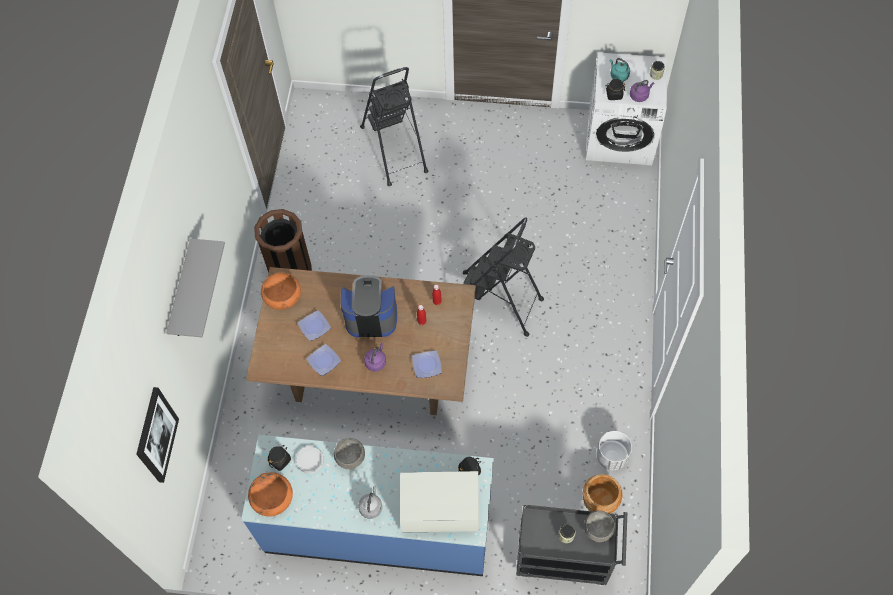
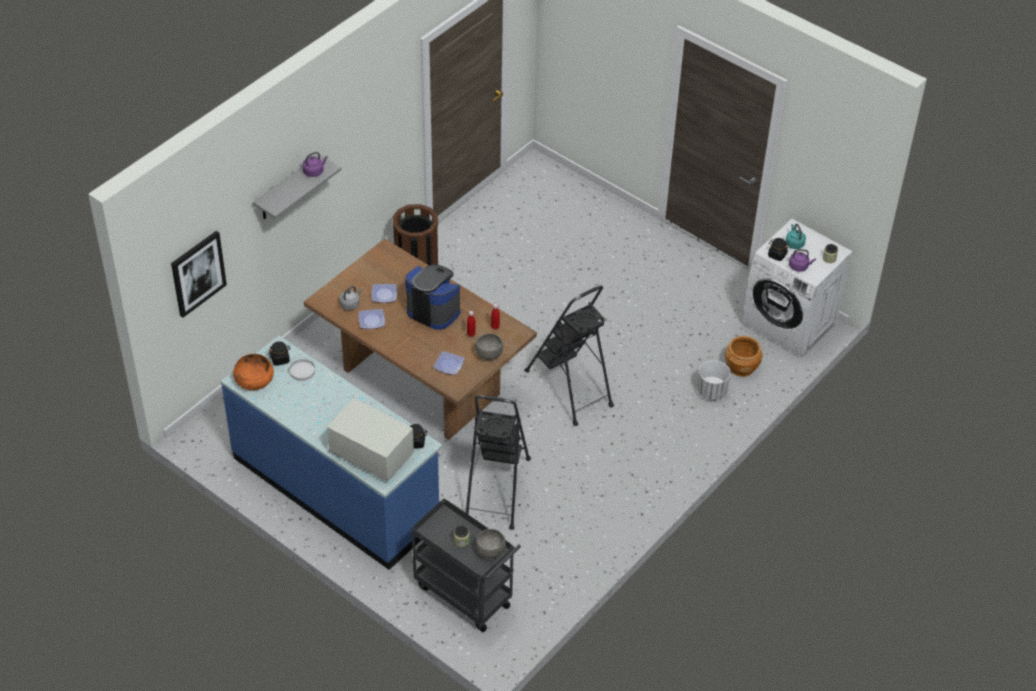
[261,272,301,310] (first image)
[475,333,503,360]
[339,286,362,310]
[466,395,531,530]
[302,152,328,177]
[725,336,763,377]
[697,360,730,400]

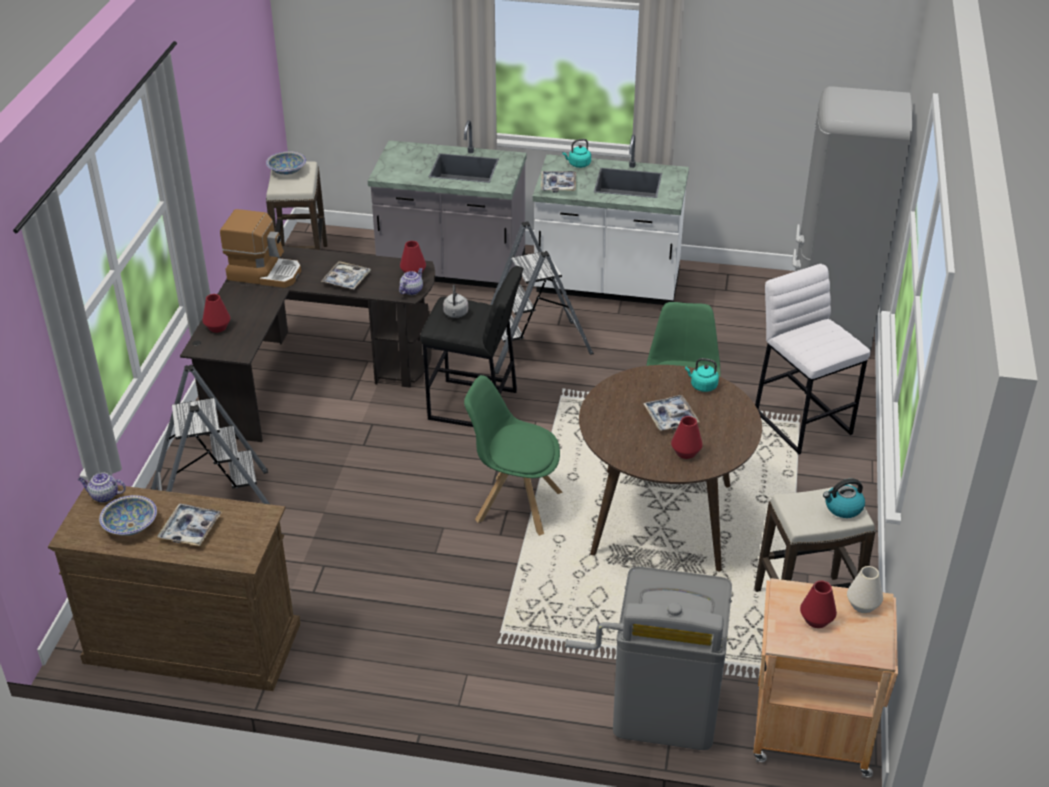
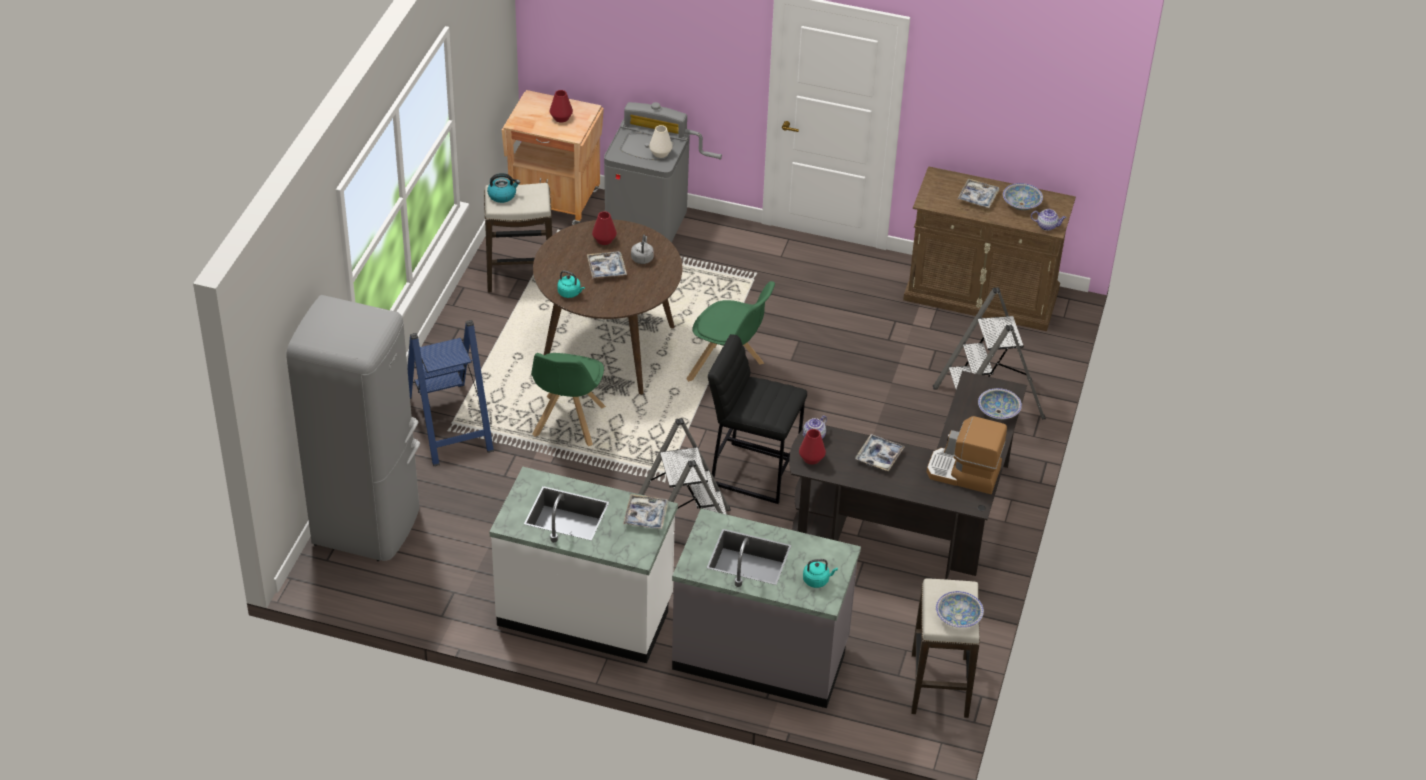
[631,235,654,264]
[803,559,838,588]
[649,125,673,158]
[978,388,1022,420]
[407,320,494,466]

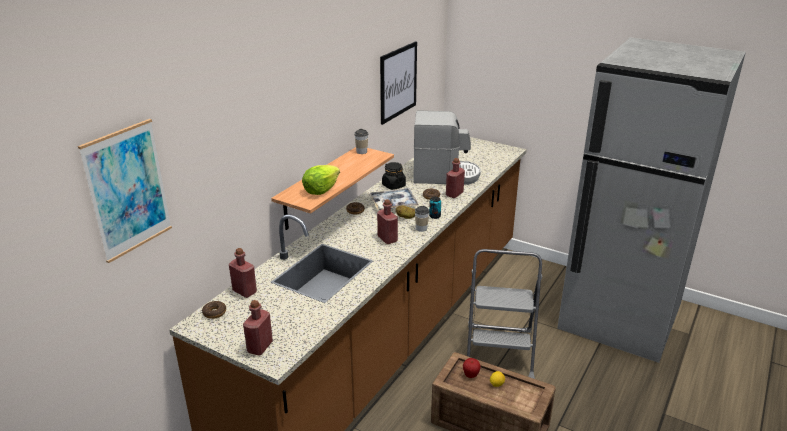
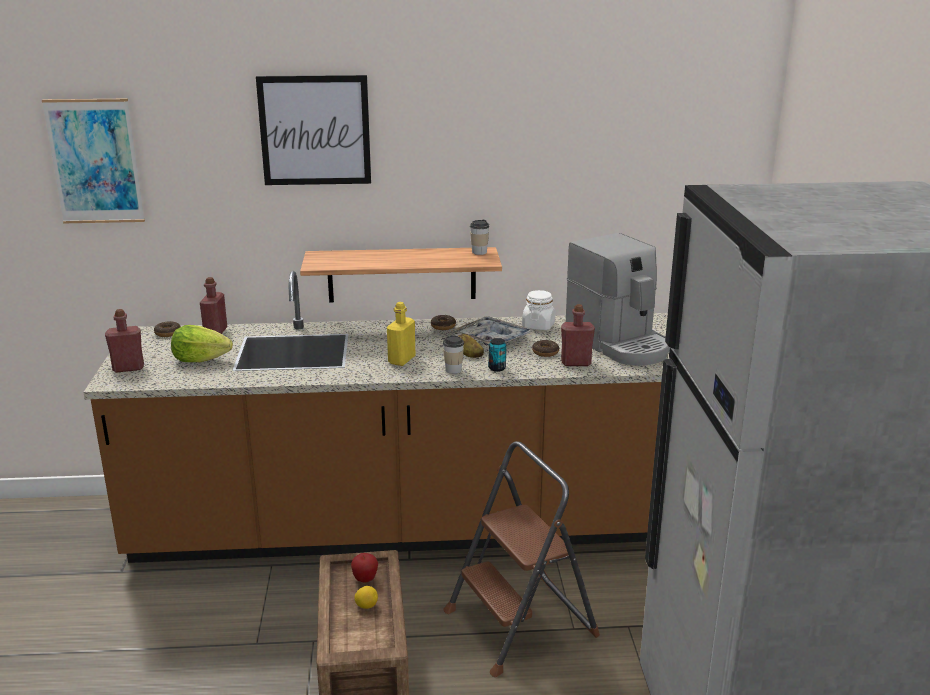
[171,325,233,362]
[256,75,371,185]
[387,302,416,366]
[522,290,555,330]
[443,441,600,677]

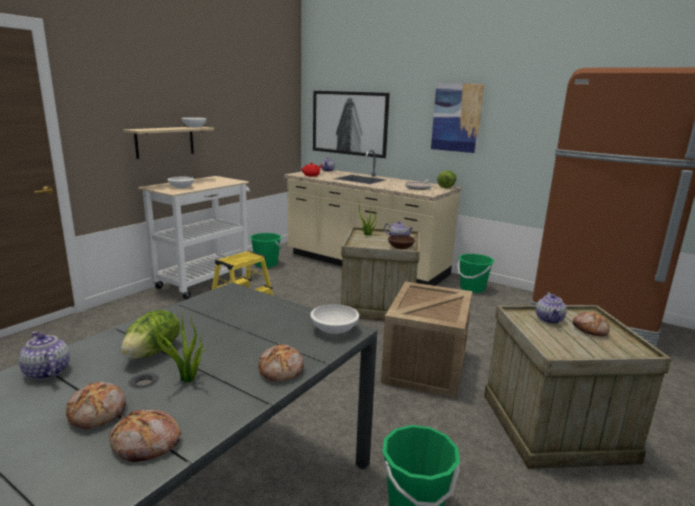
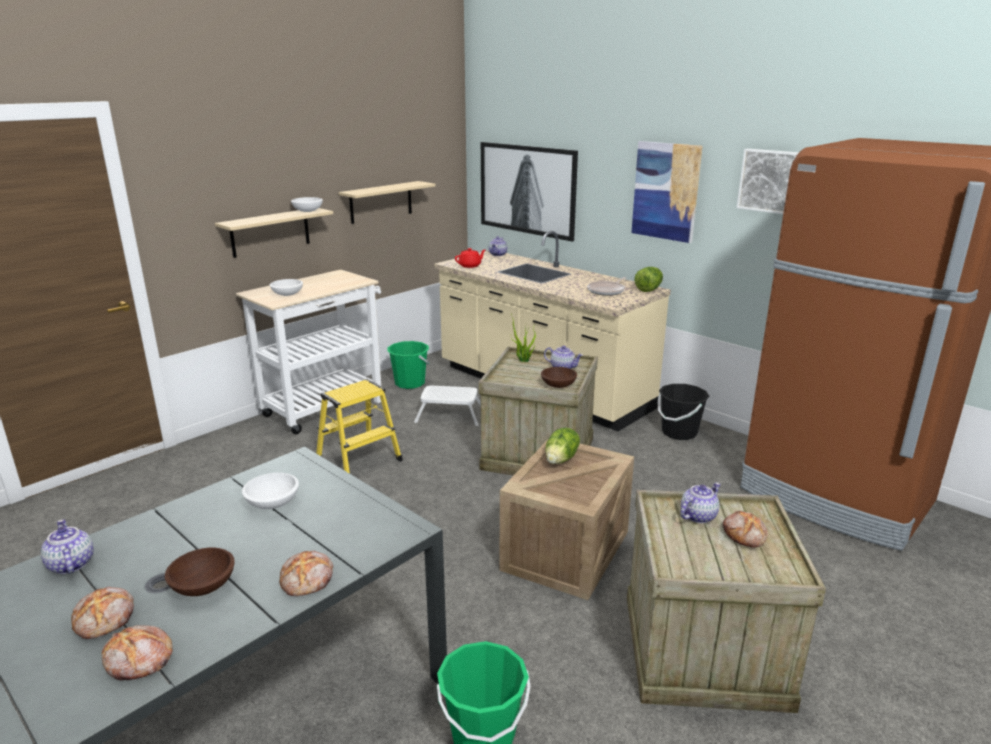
[339,181,436,224]
[414,386,481,426]
[737,149,799,214]
[545,427,580,464]
[242,473,299,509]
[165,548,235,596]
[658,384,709,440]
[680,482,720,523]

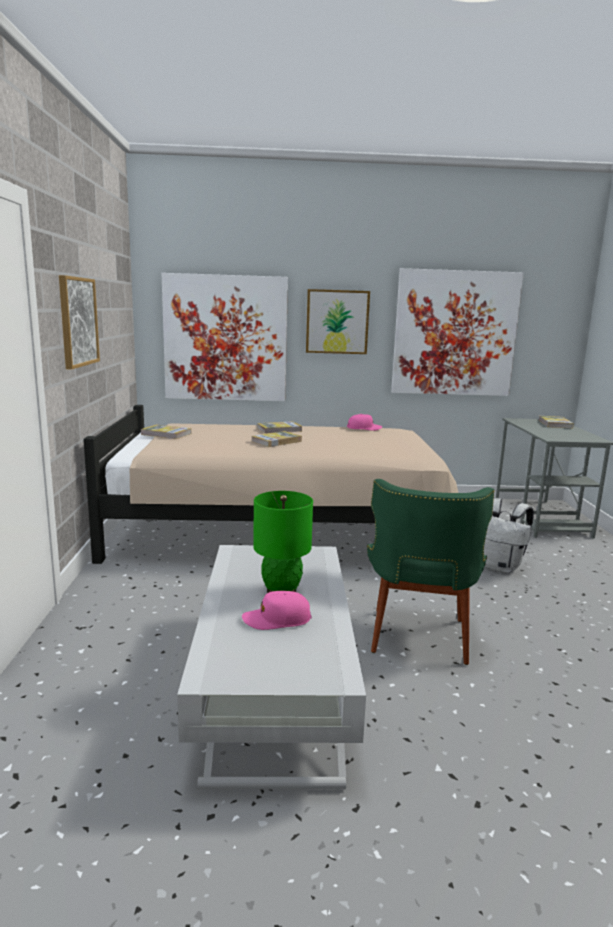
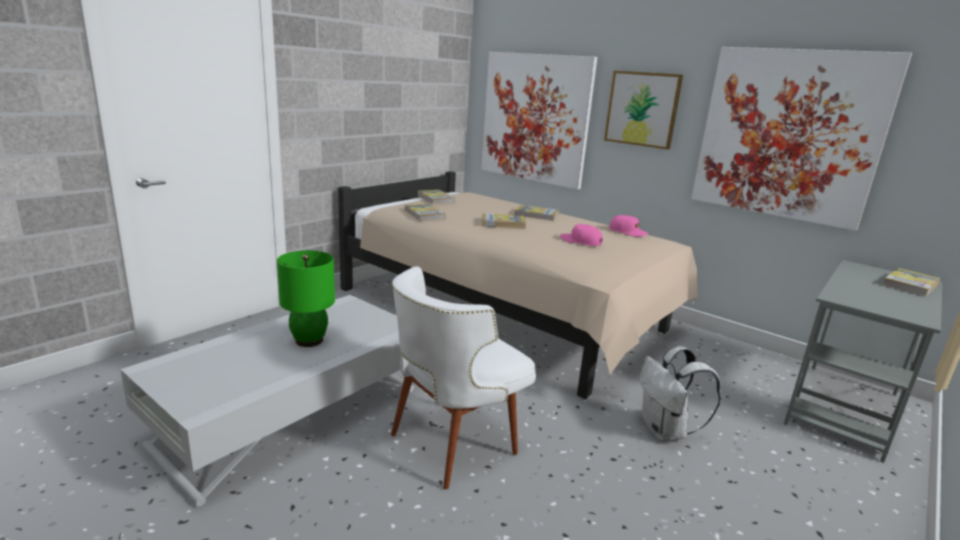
[59,275,100,369] (first image)
[405,204,445,221]
[560,224,602,246]
[391,266,536,490]

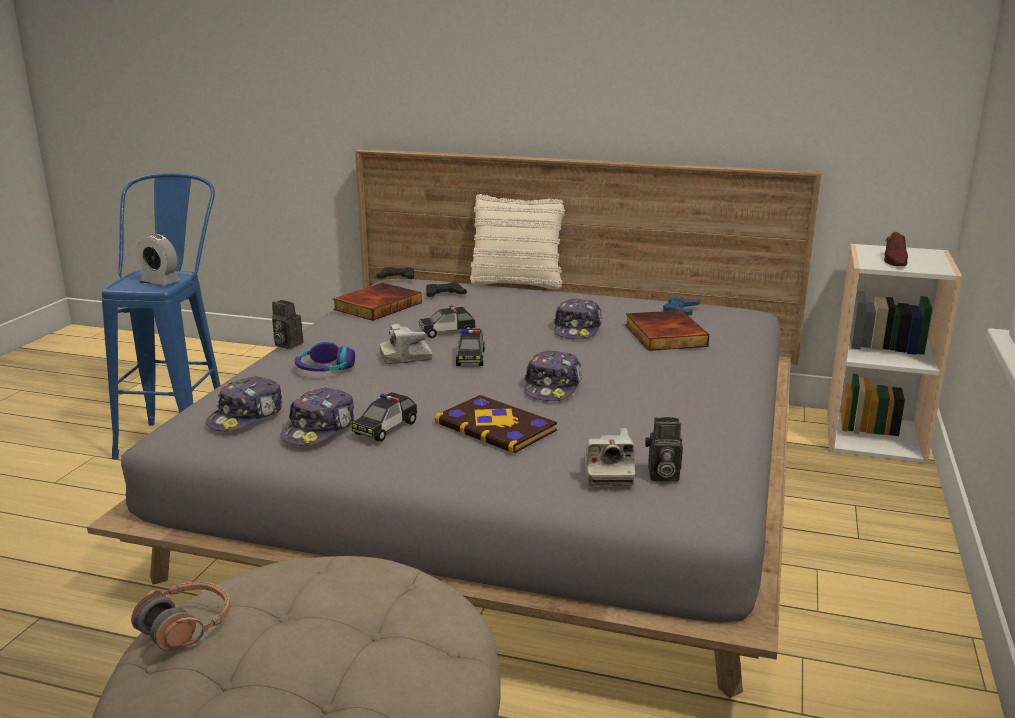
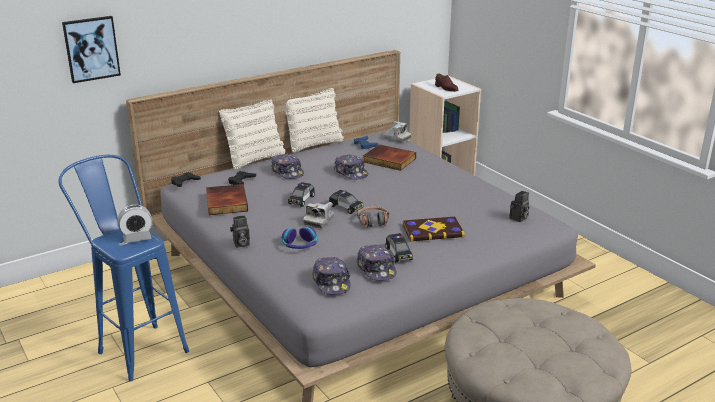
[62,16,121,83]
[285,88,344,153]
[357,206,389,227]
[271,154,304,179]
[384,121,411,143]

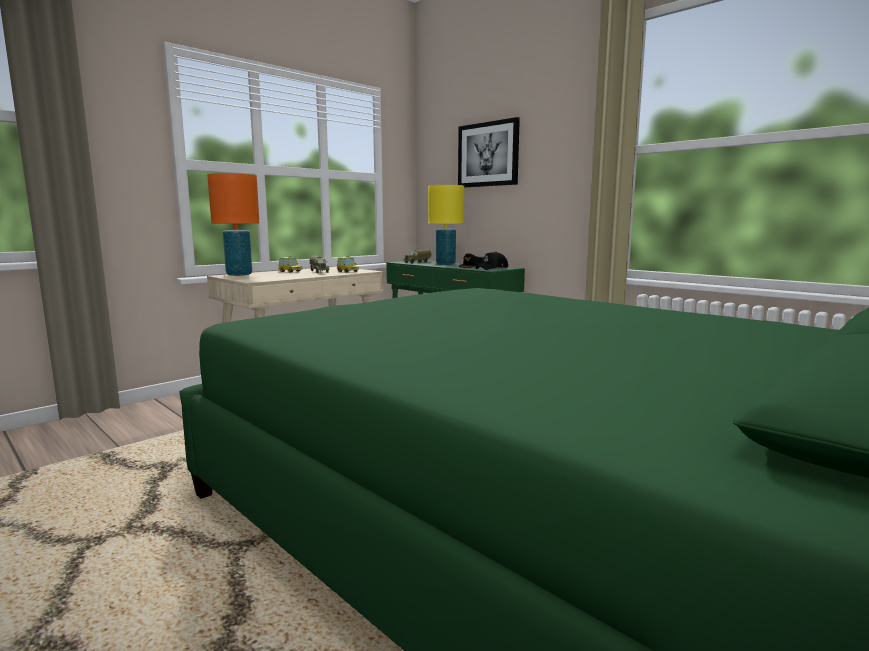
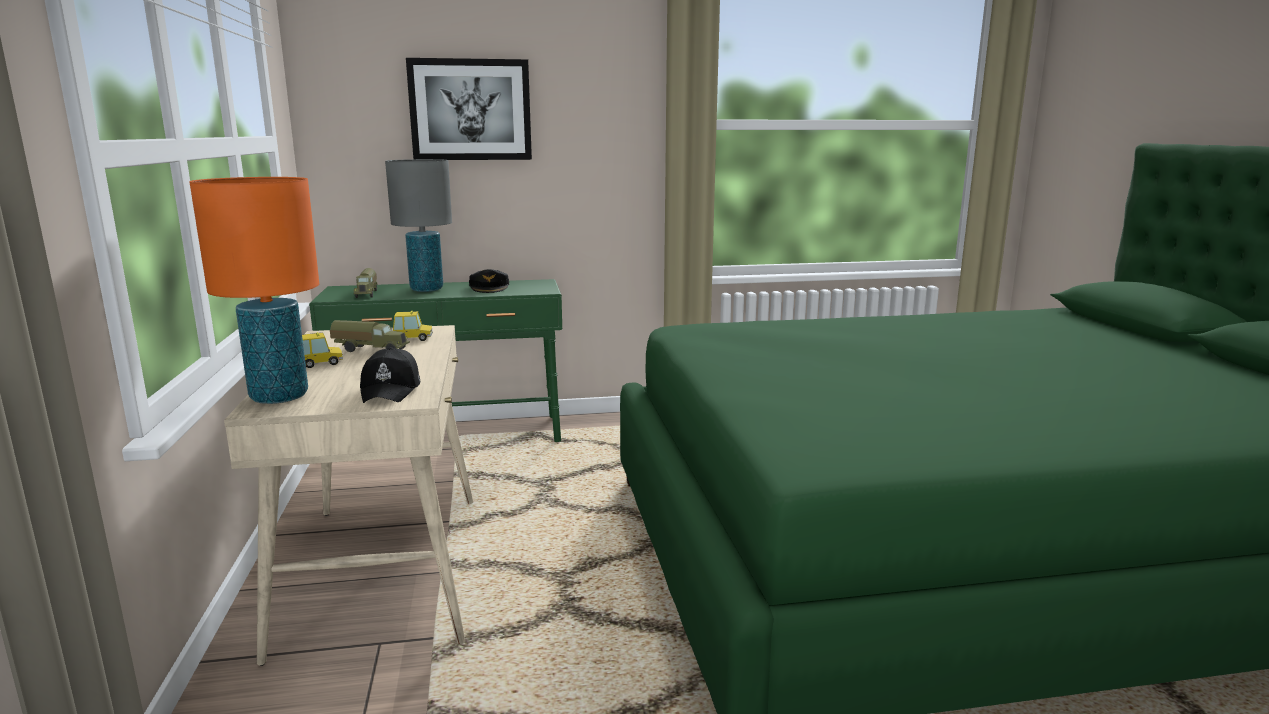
[360,347,420,403]
[385,159,452,292]

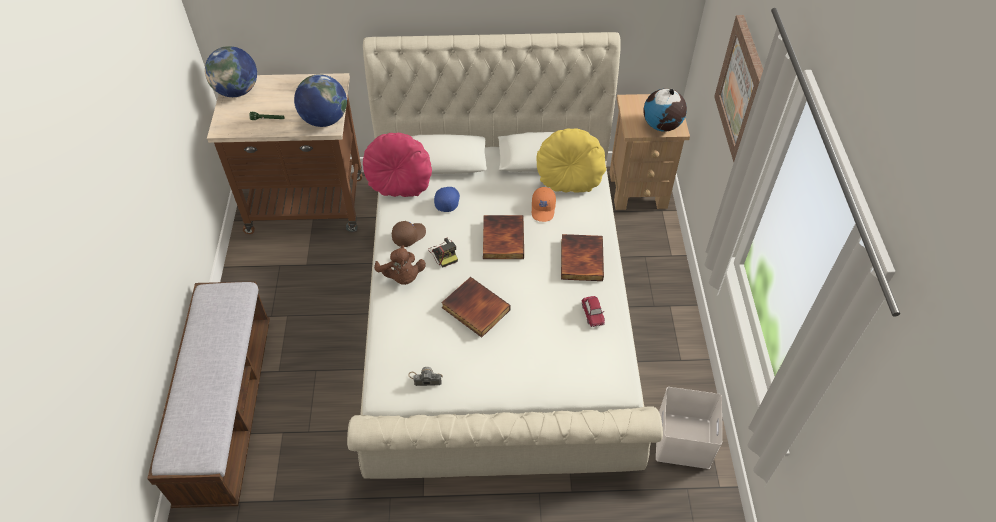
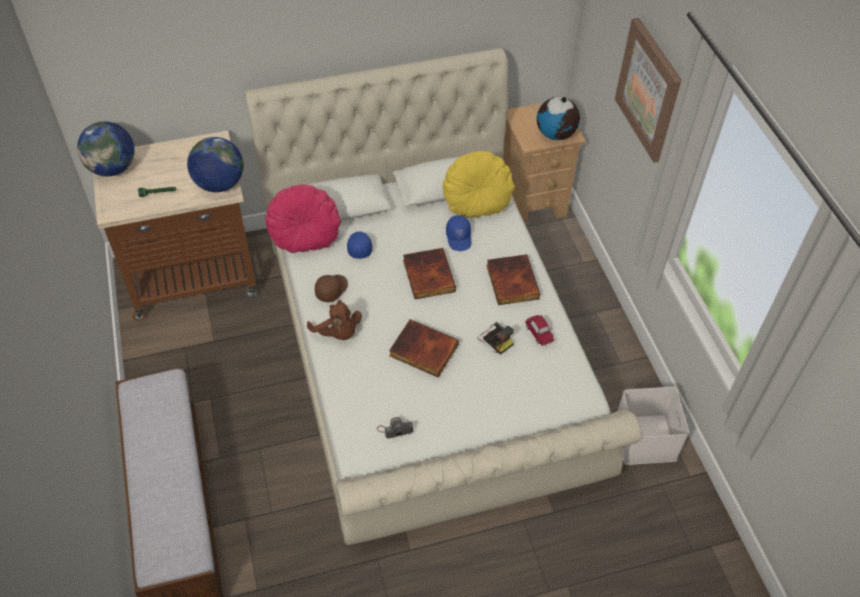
[477,322,514,355]
[446,215,471,251]

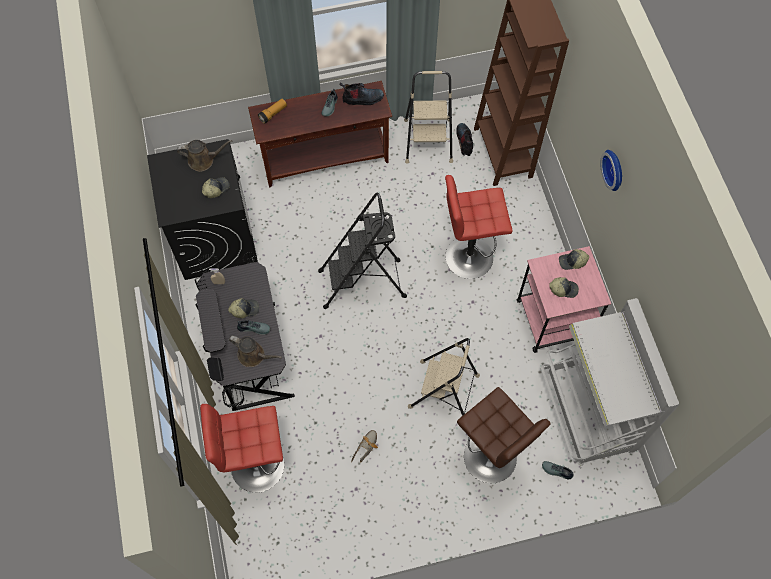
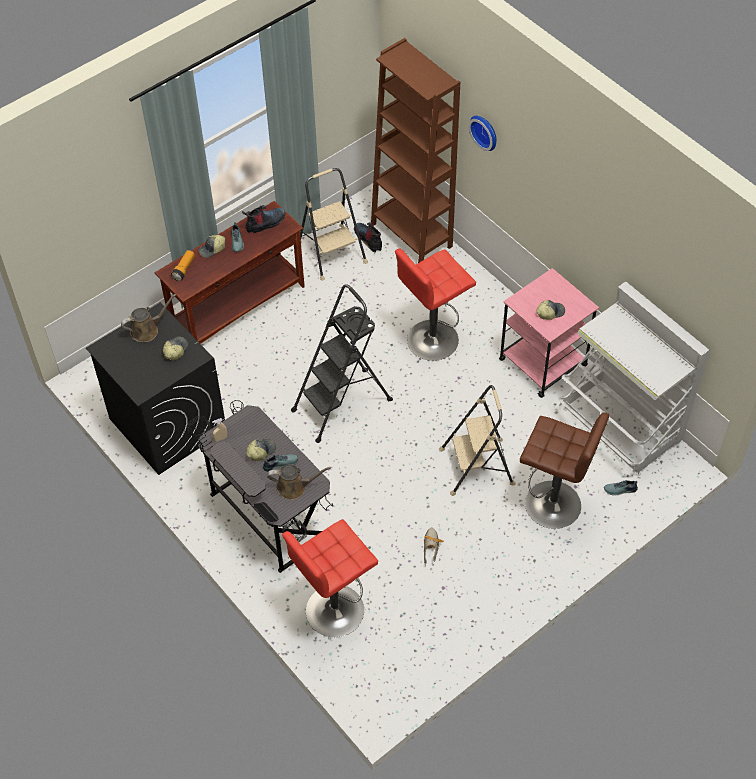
[198,235,225,258]
[468,116,496,151]

